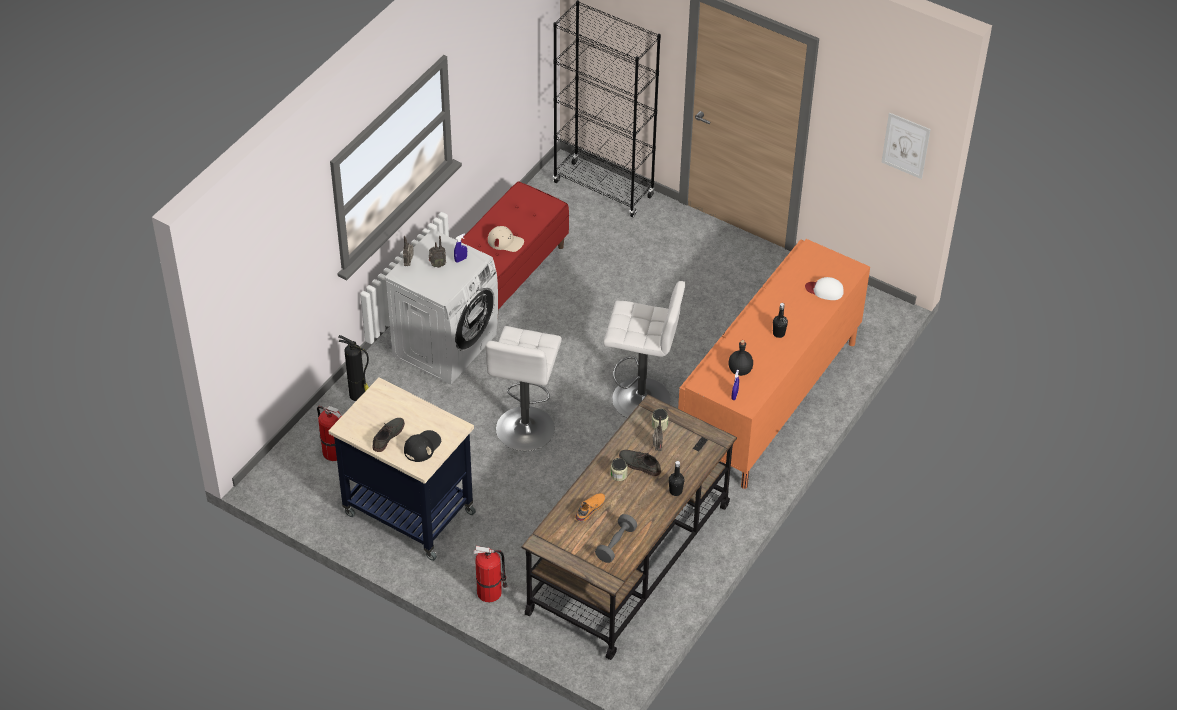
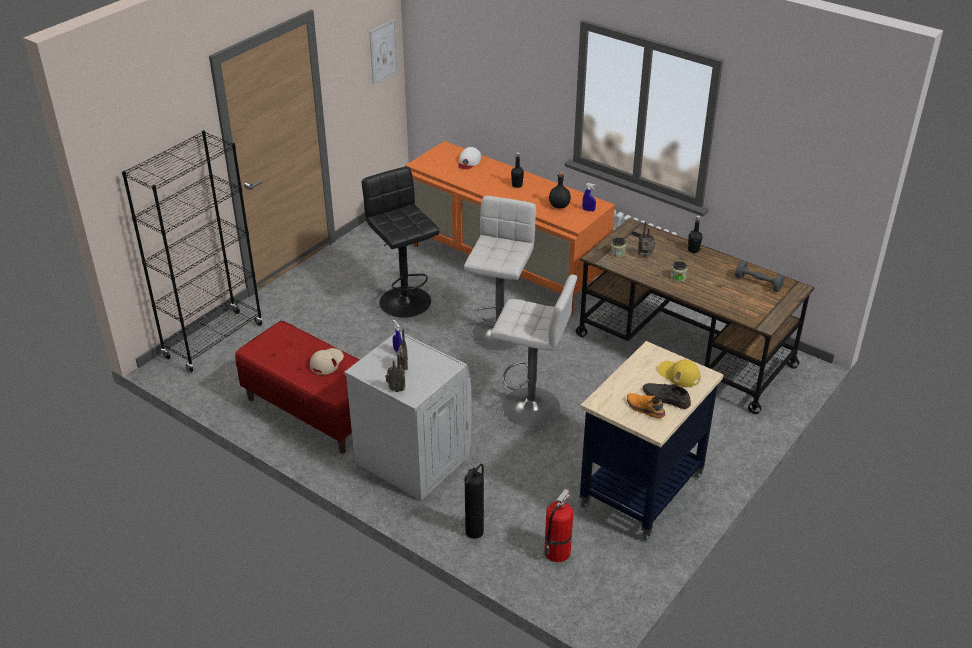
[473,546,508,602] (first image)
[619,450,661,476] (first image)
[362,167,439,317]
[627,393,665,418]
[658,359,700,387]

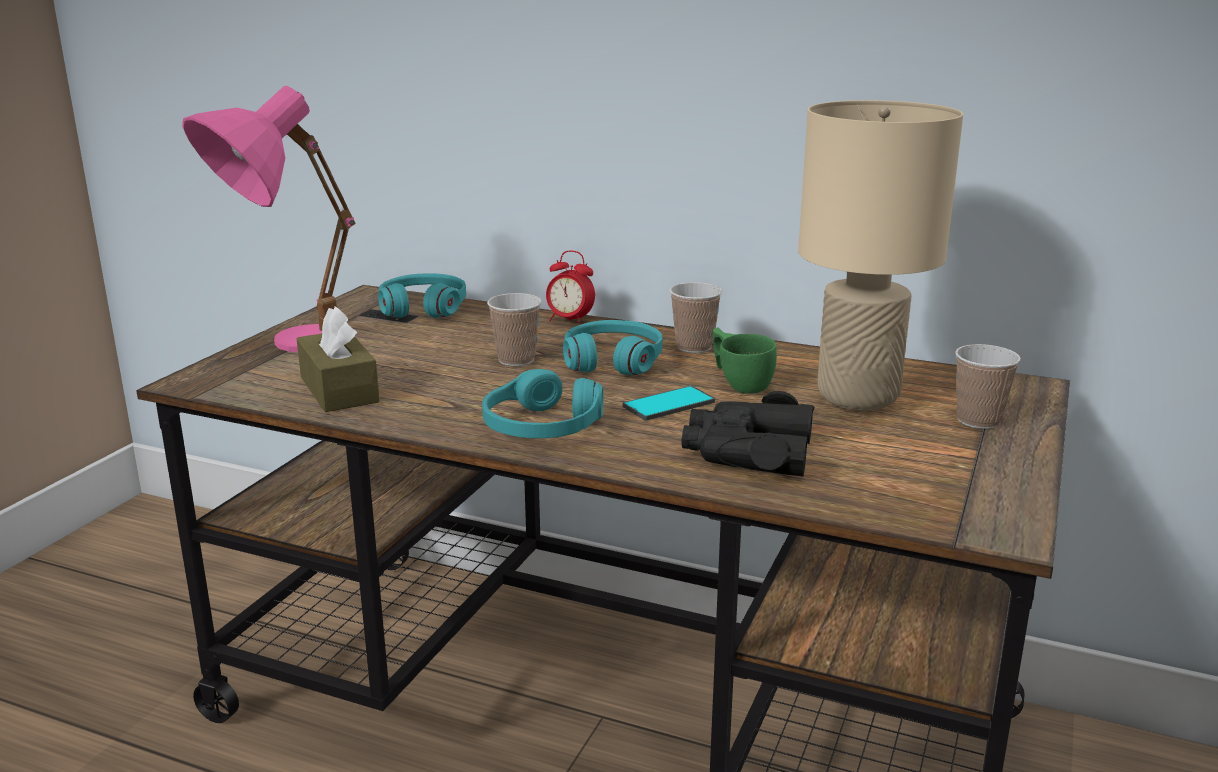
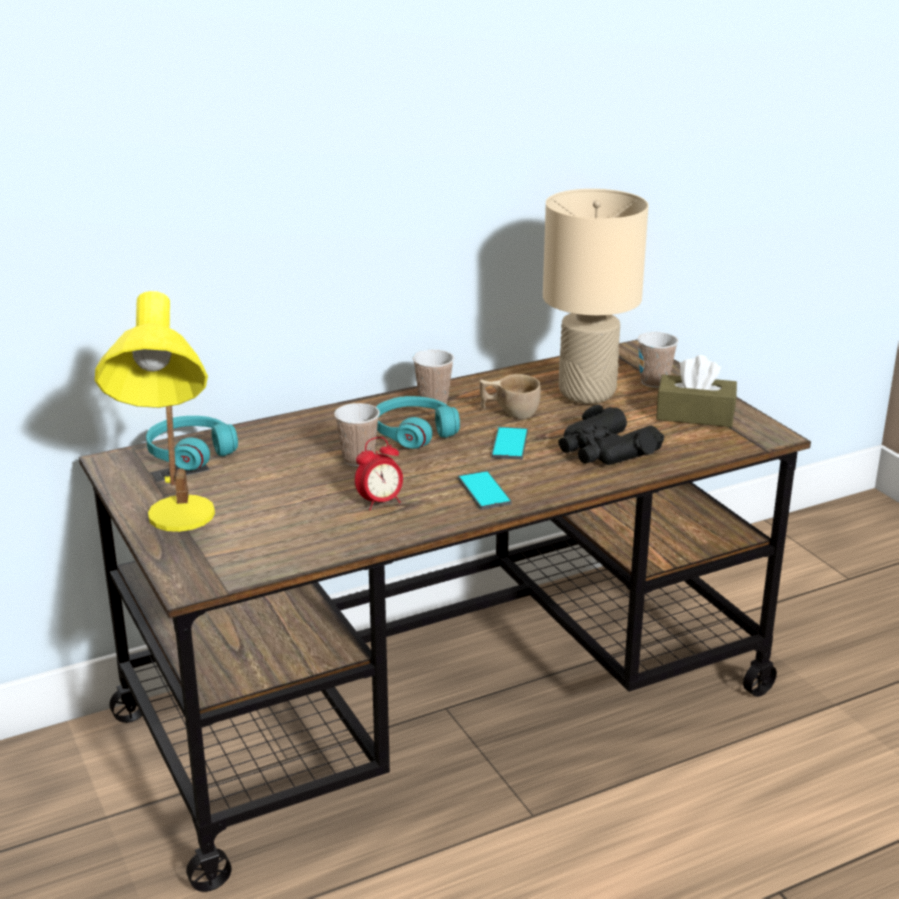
[656,355,737,427]
[355,437,403,510]
[458,471,512,510]
[95,291,215,532]
[480,374,541,419]

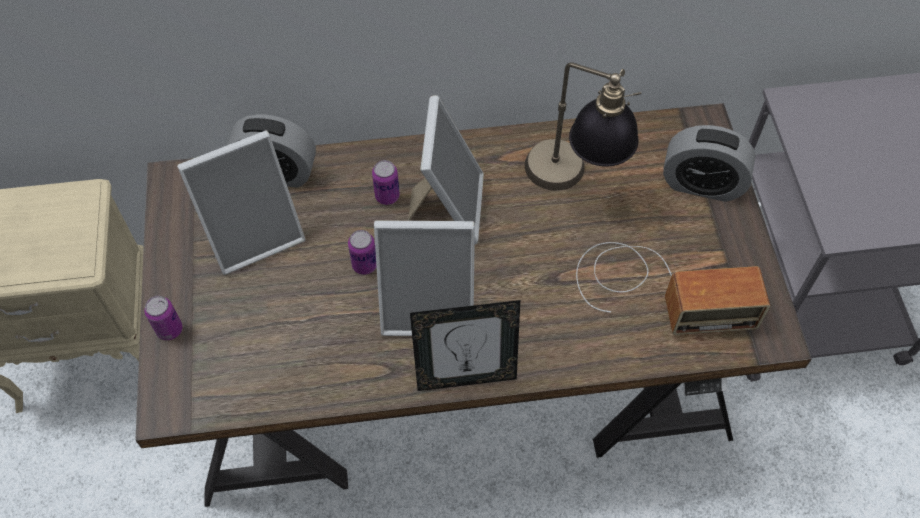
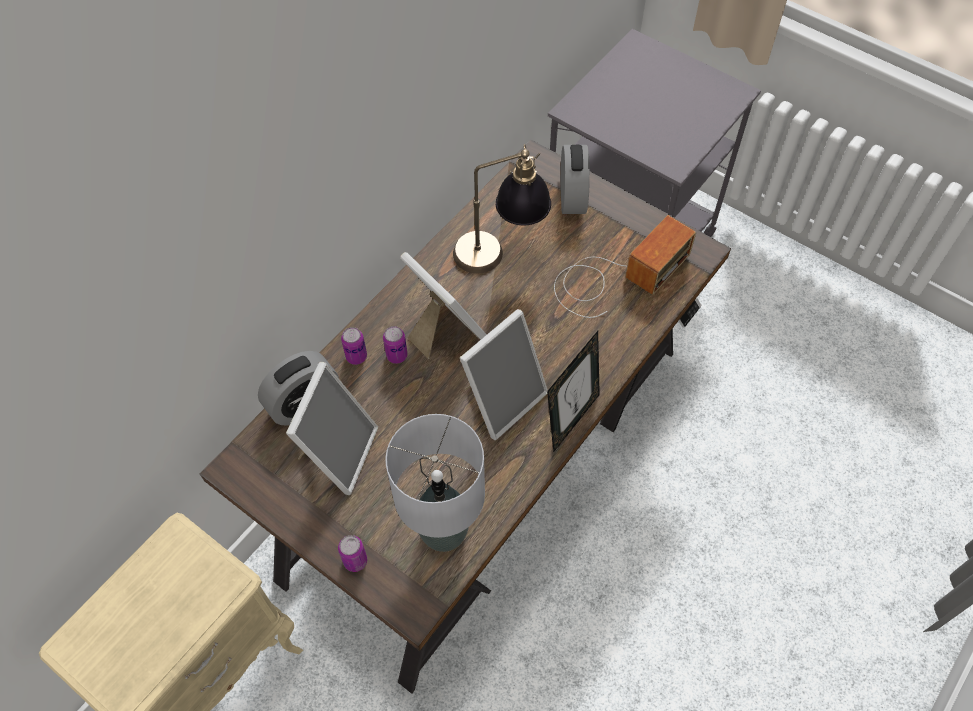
[385,414,485,552]
[341,327,367,365]
[560,145,590,214]

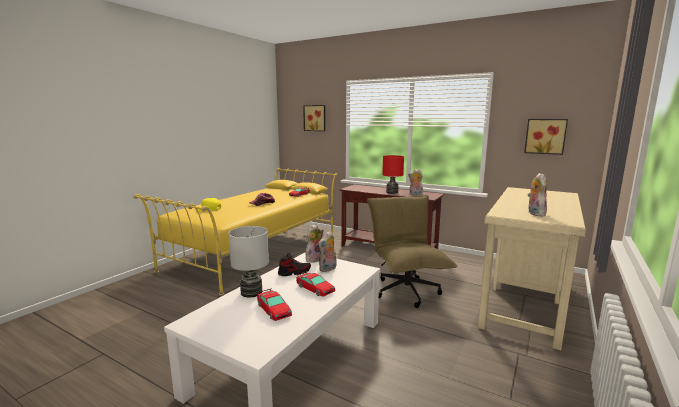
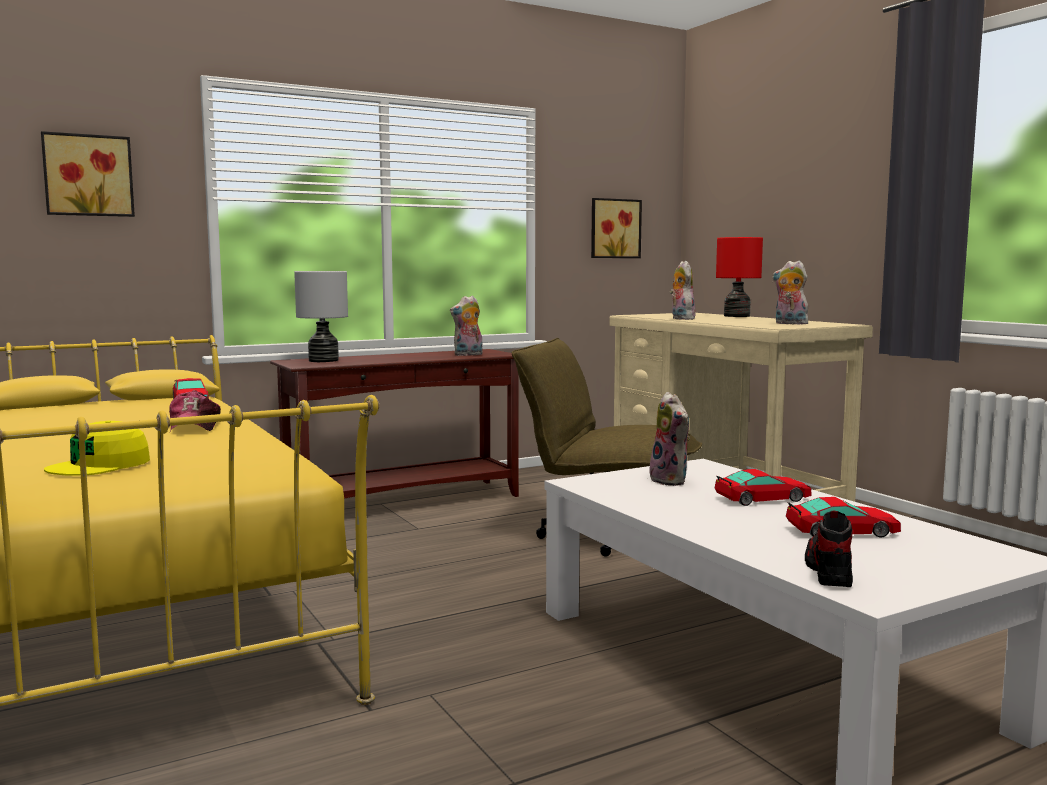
[294,271,348,362]
[805,510,853,587]
[670,261,696,320]
[716,237,763,317]

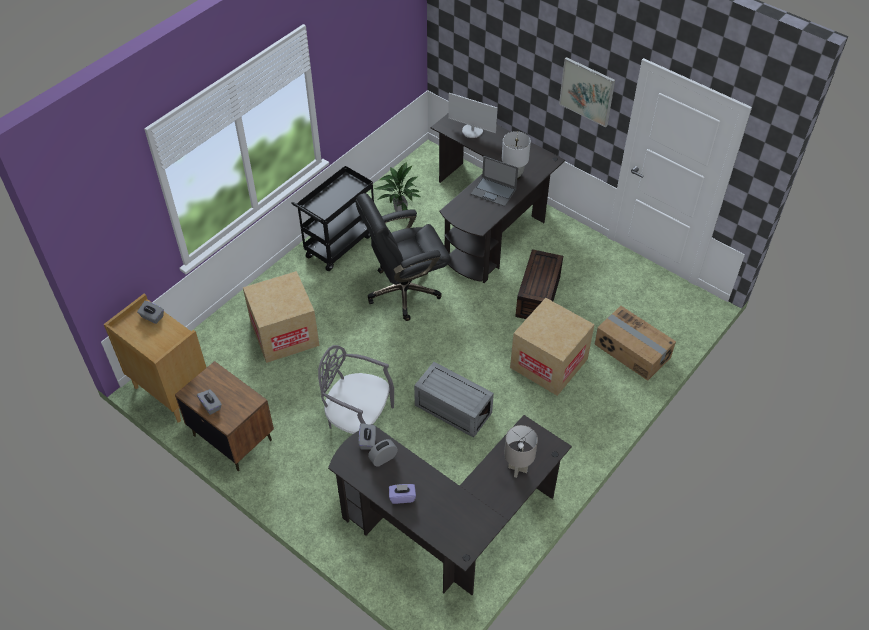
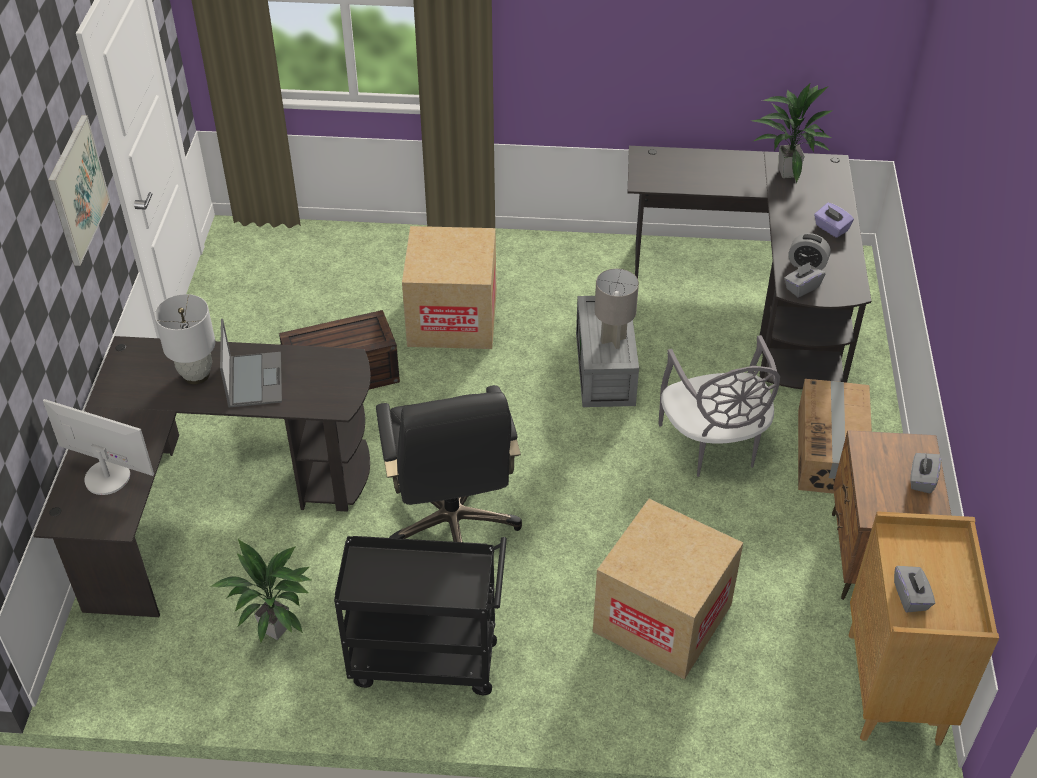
[752,82,833,183]
[594,269,639,349]
[798,379,872,494]
[376,385,522,542]
[43,399,154,495]

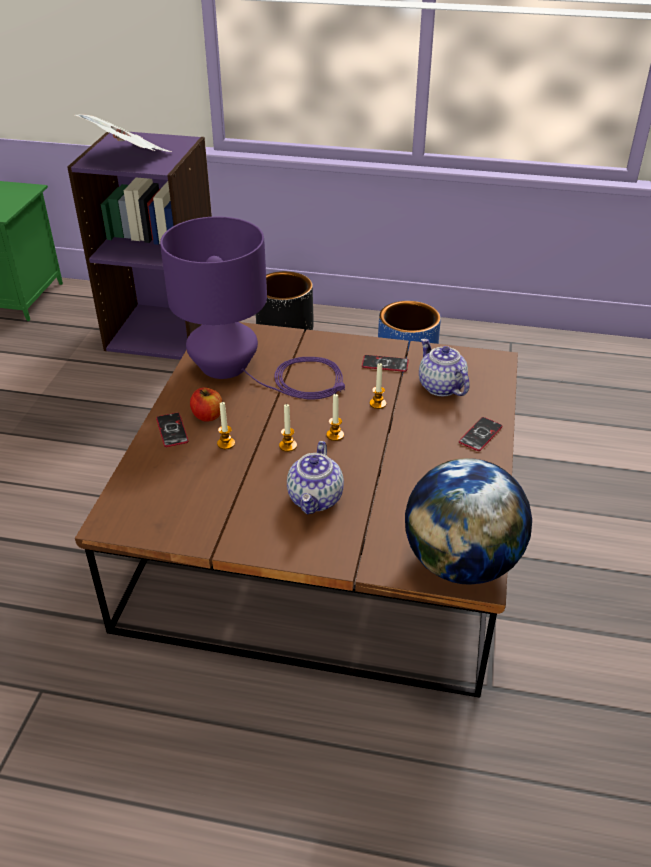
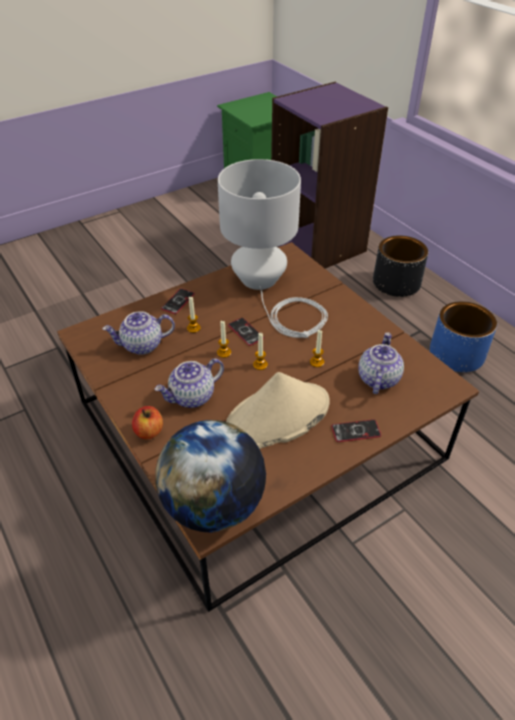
[75,114,172,152] (first image)
[102,311,175,355]
[226,372,330,449]
[132,406,163,439]
[228,318,264,346]
[218,159,328,339]

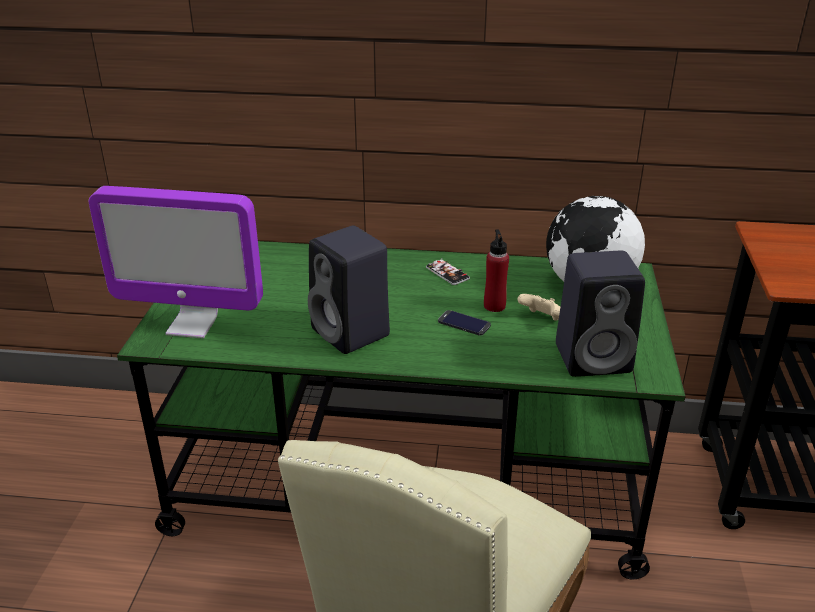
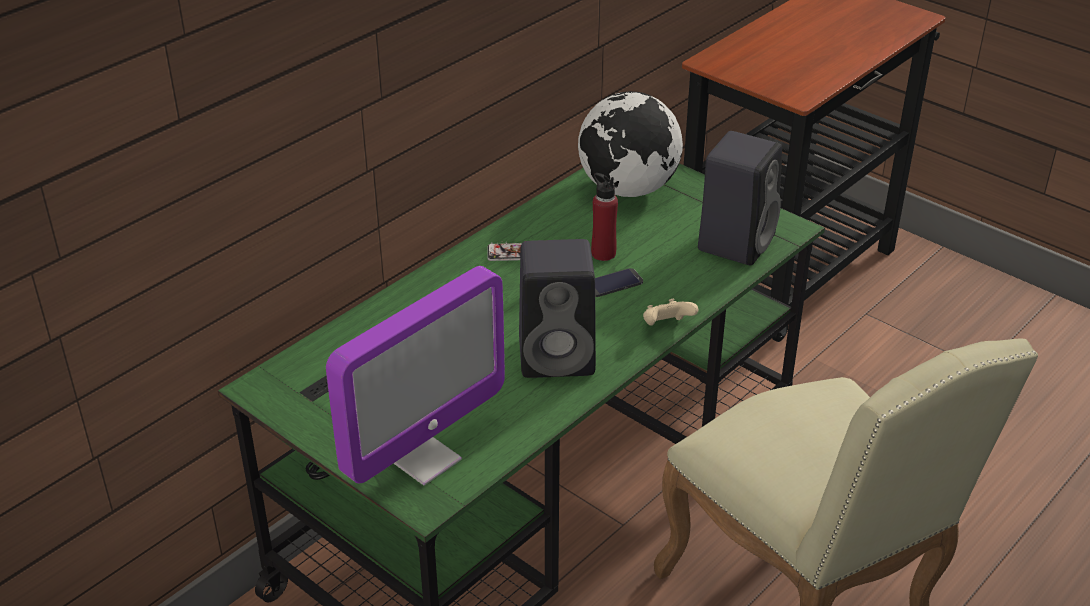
[643,299,698,325]

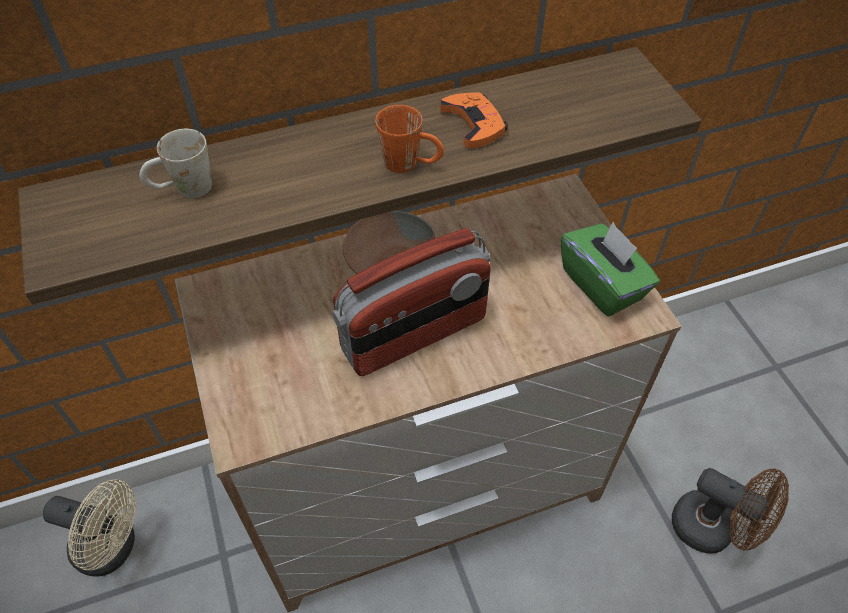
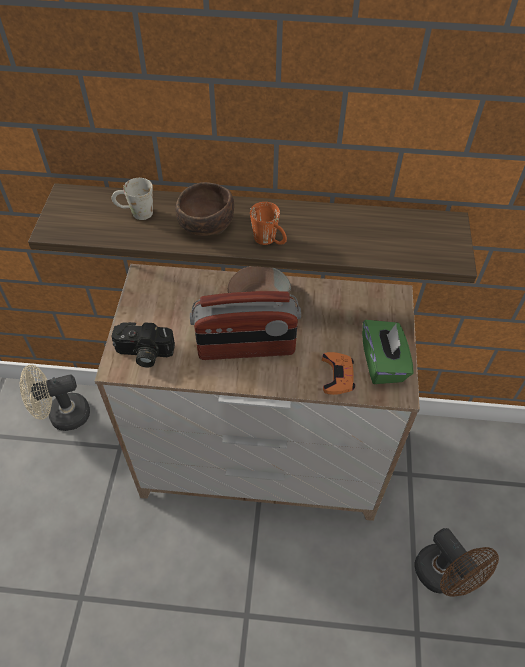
[111,322,175,368]
[175,182,234,236]
[322,352,355,395]
[20,365,90,431]

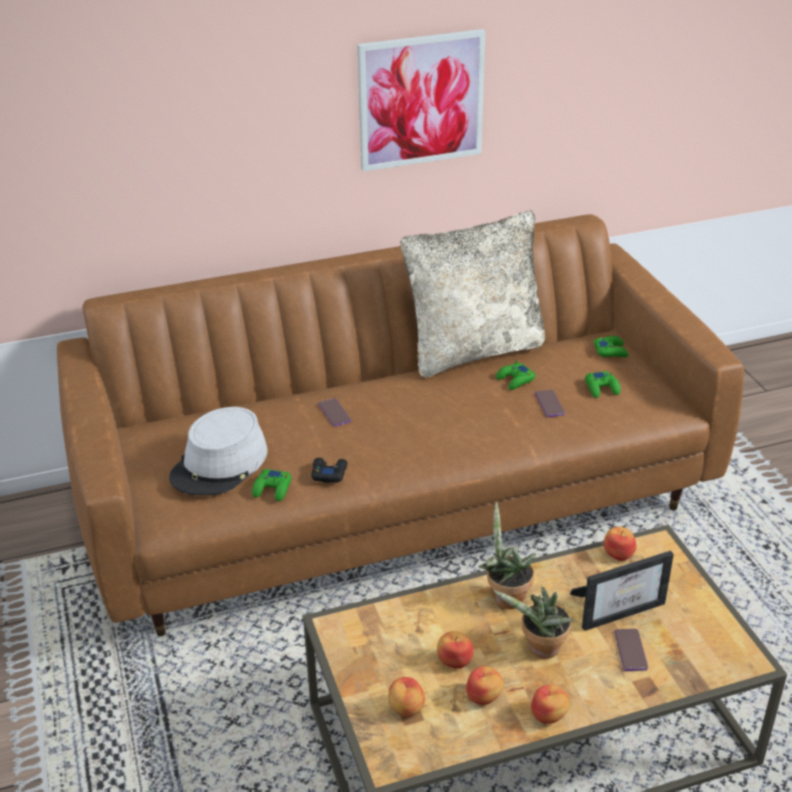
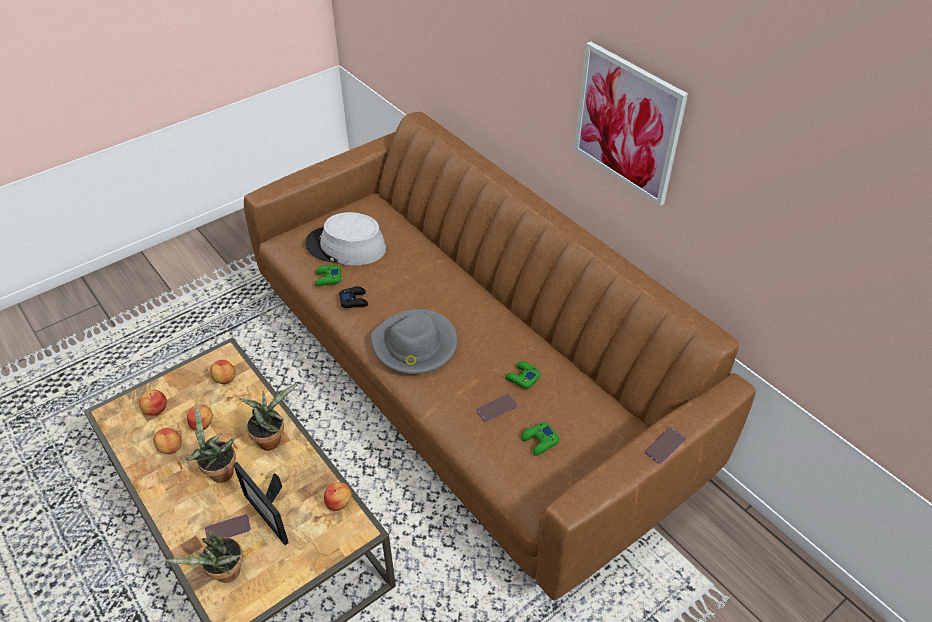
[400,210,545,378] (first image)
[594,336,628,357] (first image)
[164,530,243,583]
[370,309,458,374]
[645,427,686,463]
[210,360,236,384]

